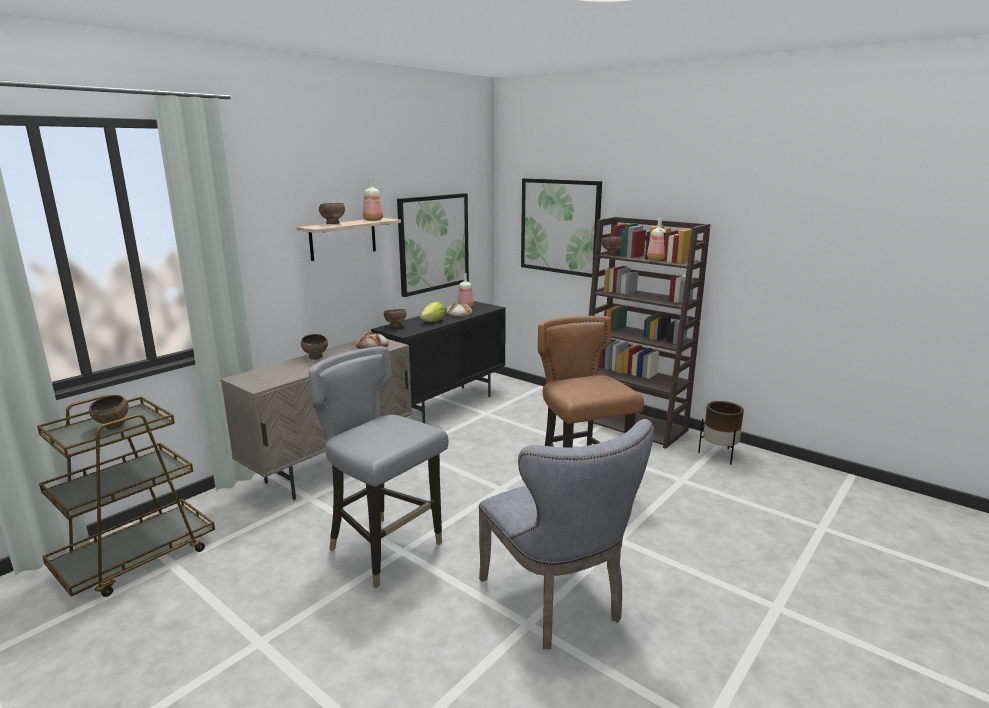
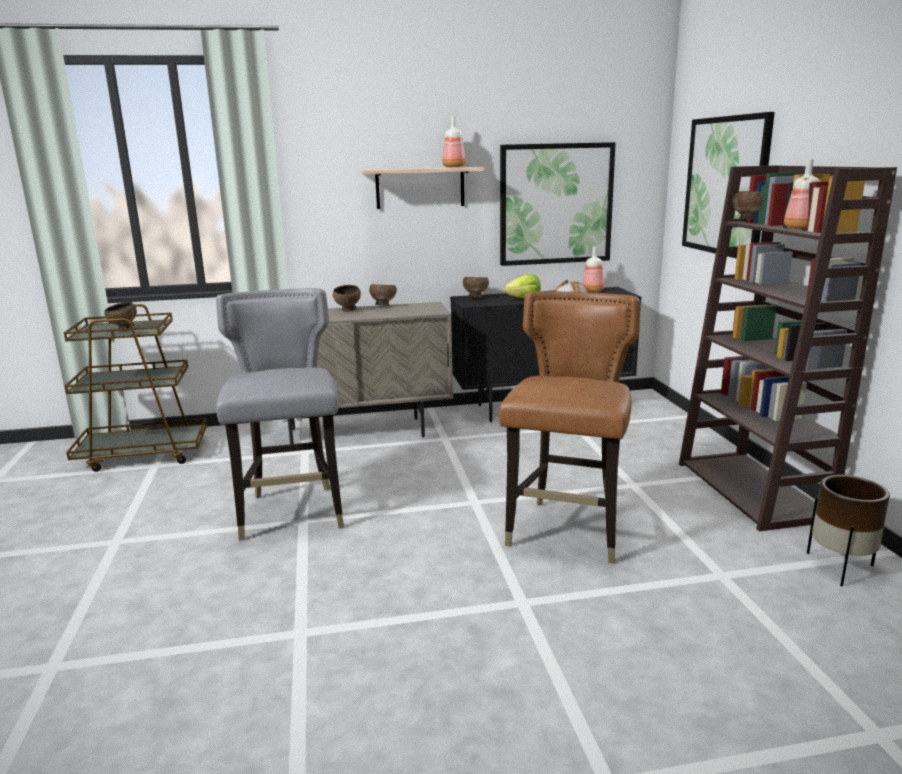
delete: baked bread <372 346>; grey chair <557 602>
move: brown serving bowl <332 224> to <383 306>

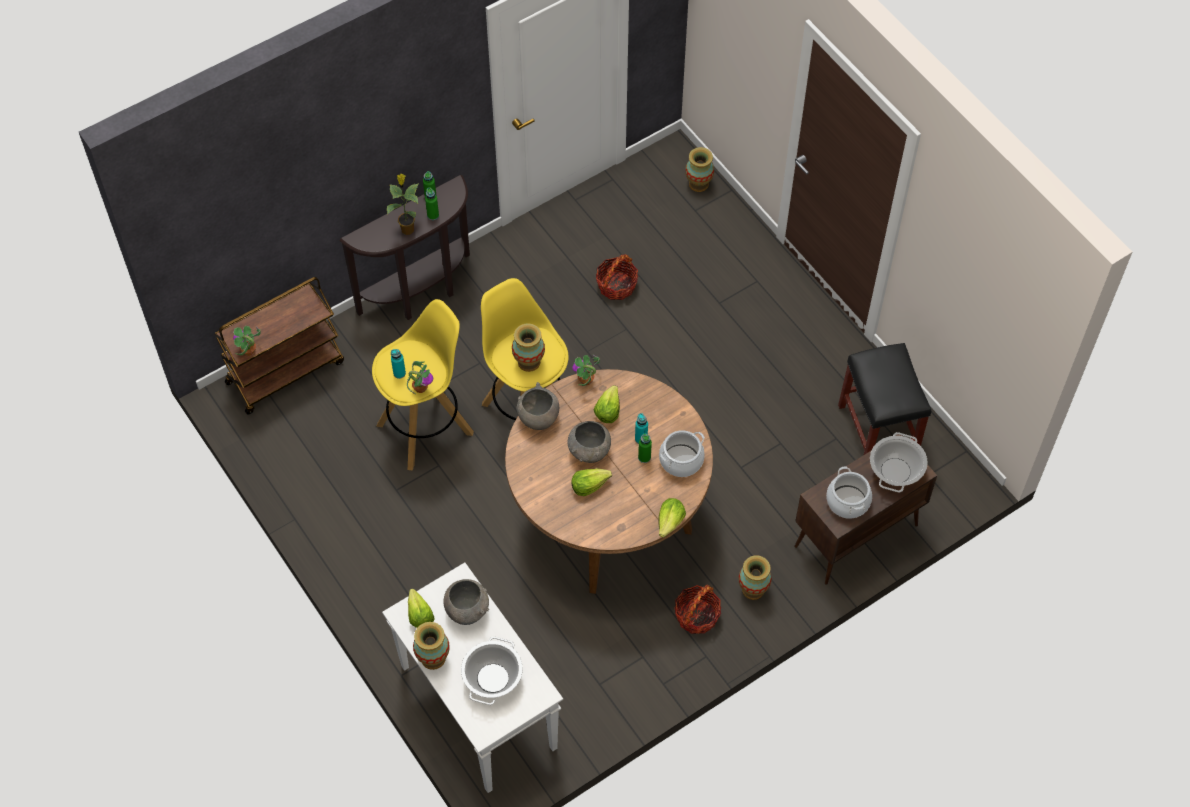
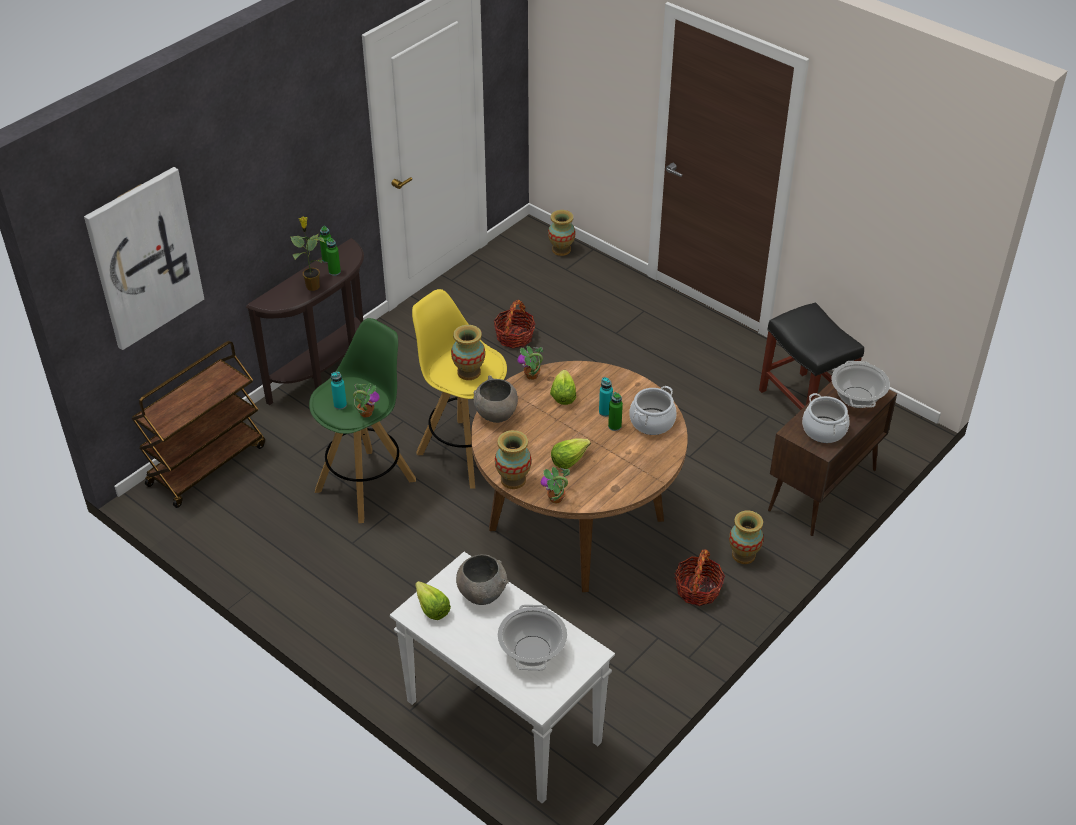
delete: grey serving bowl <589 452>; head of lettuce <670 522>
insert: wall picture <144 258>
move: plant in a pot <249 351> to <556 499>; vase <433 658> to <513 480>
recolor: yellow stool <426 428> to green stool <367 484>

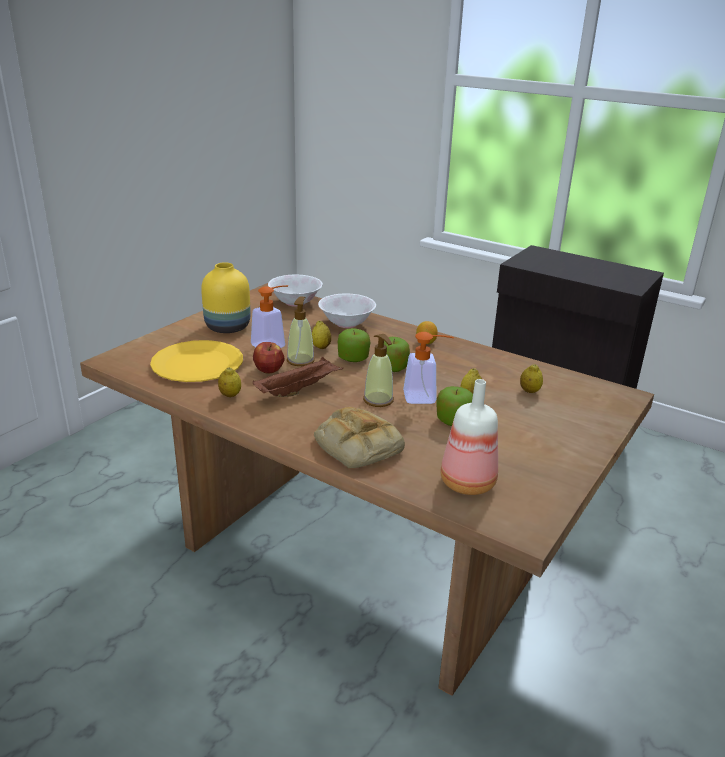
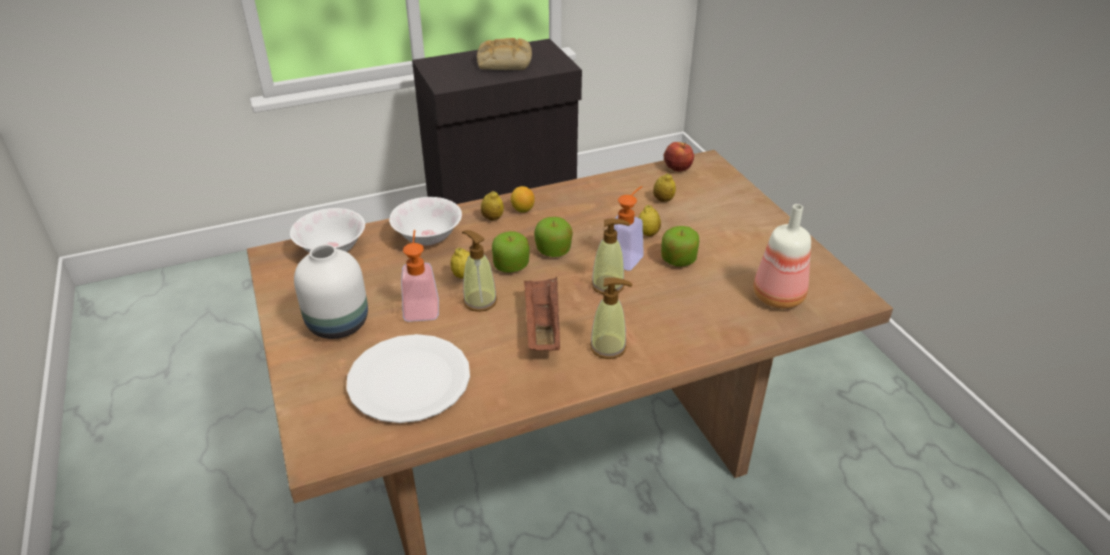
insert: soap bottle <608 347>
move: citrus fruit <230 395> to <492 218>; apple fruit <268 370> to <677 168>; baked bread <356 445> to <504 62>
recolor: yellow flat dish <197 364> to white flat dish <409 380>; yellow vase <228 328> to white vase <340 324>

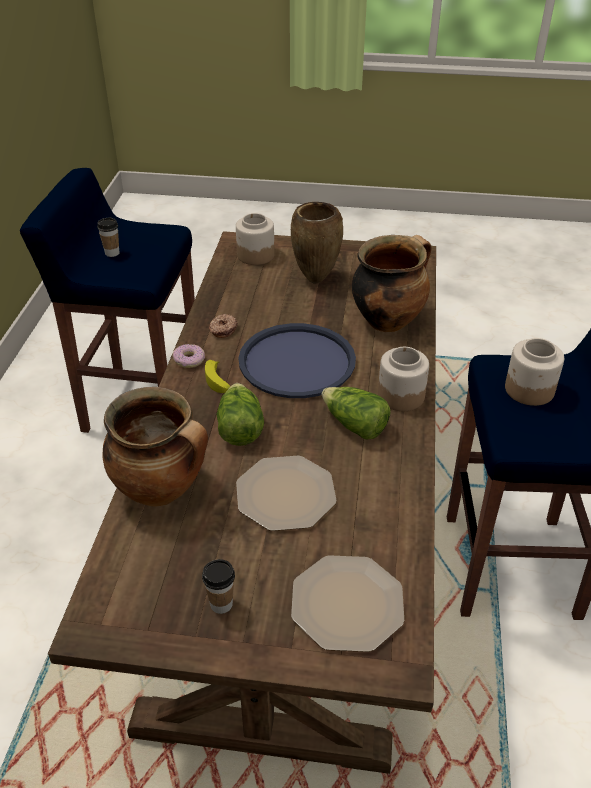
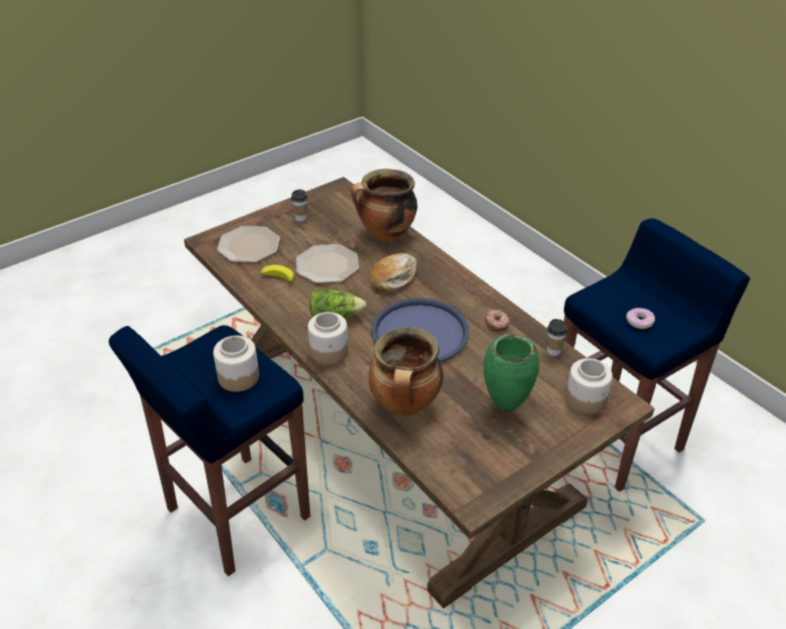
move: drinking cup <112 253> to <553 351>; donut <189 360> to <639 322>; banana <219 382> to <277 278>
replace: head of lettuce <239 428> to baked bread <393 278>
recolor: brown vase <315 281> to green vase <505 406>

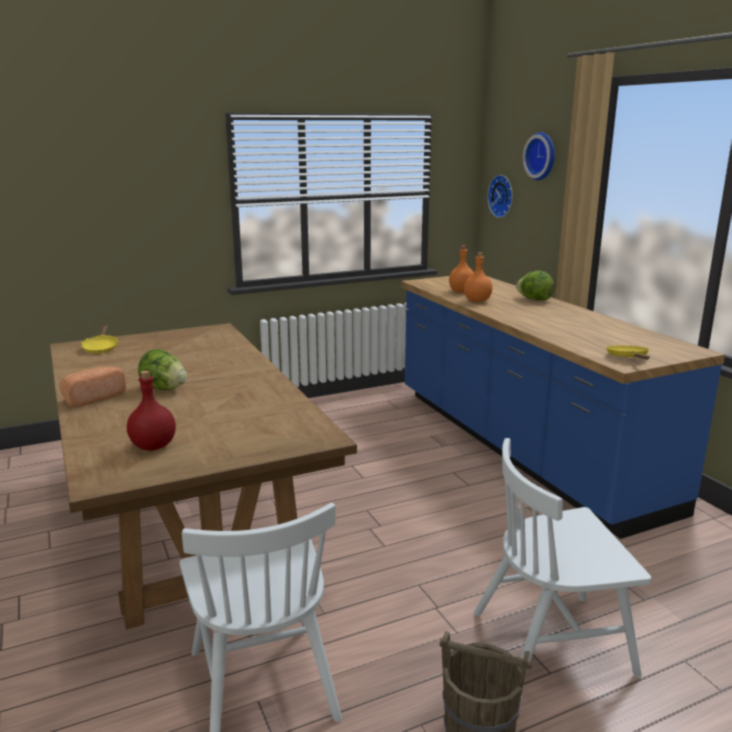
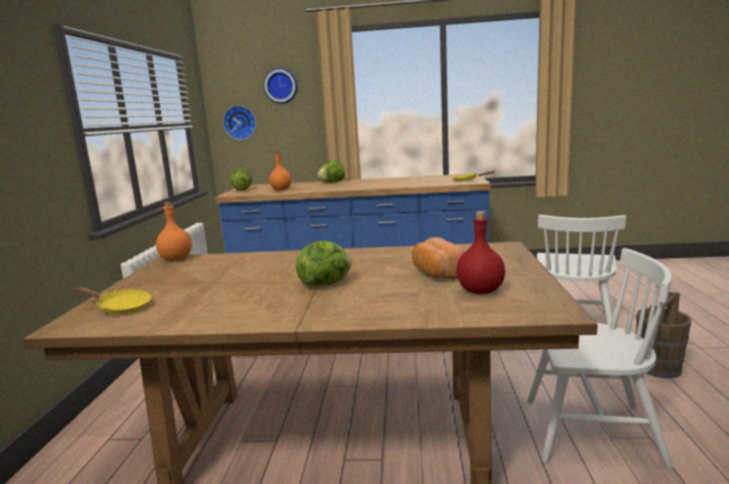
insert: head of lettuce <242 190>
move: baked bread <92 398> to <436 274>; orange bottle <477 301> to <176 259>

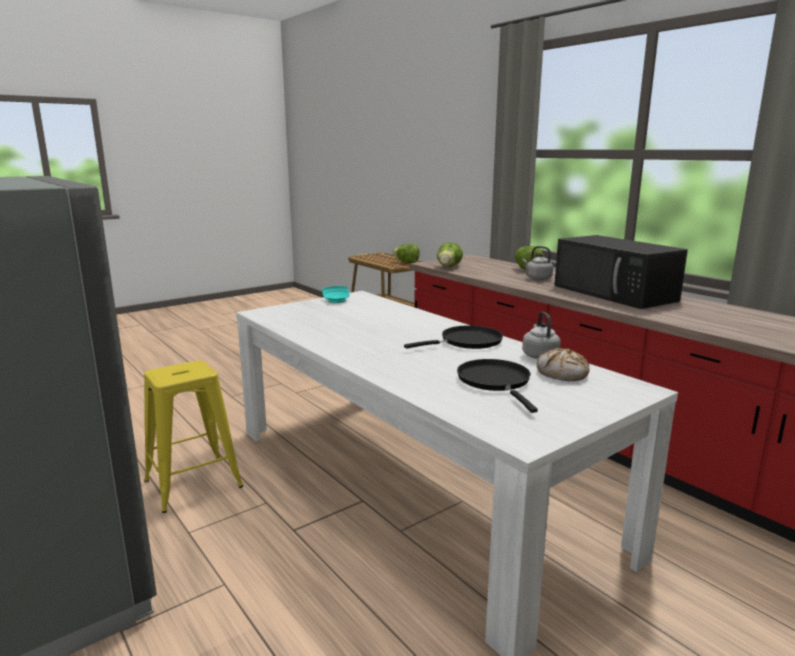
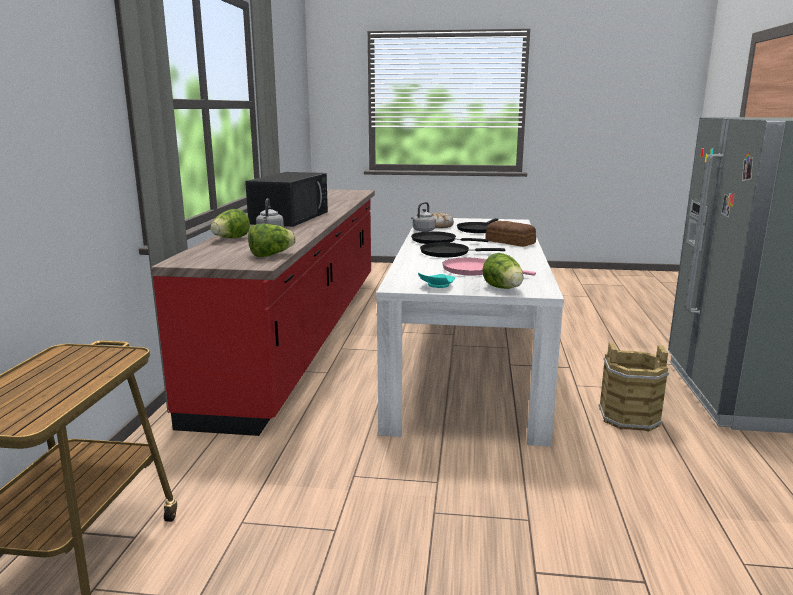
insert: blackish frying pan <448 253>; pink frying pan <474 270>; baked bread <510 242>
move: head of lettuce <406 262> to <503 289>
replace: yellow stool <193 484> to brown bucket <629 417>

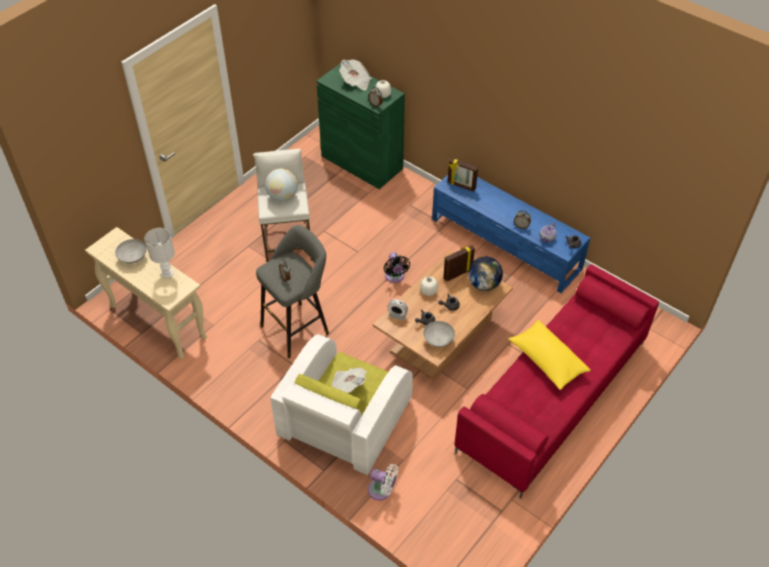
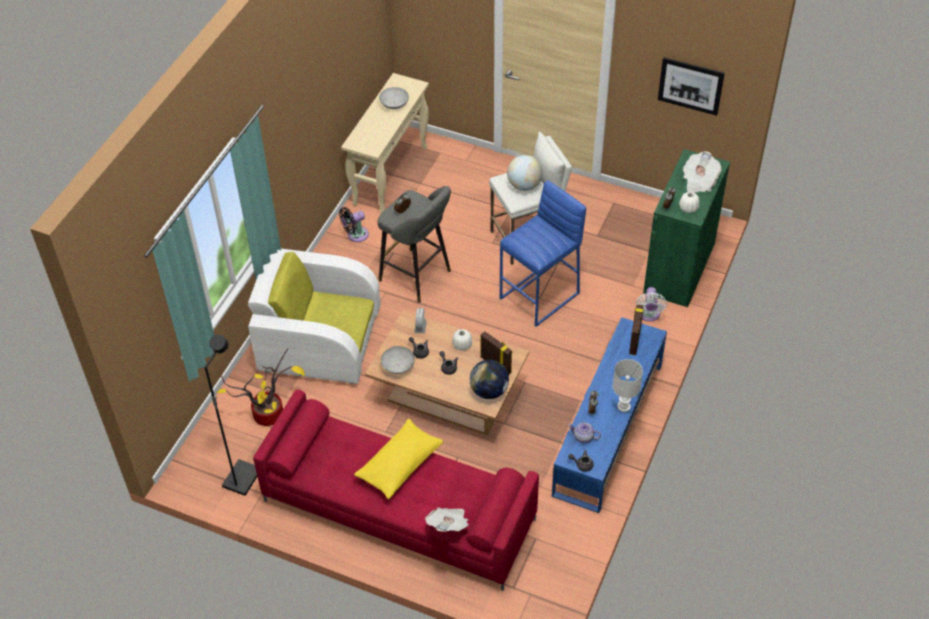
insert: blackish standing lamp <241 478>; plant in a pot <269 412>; blue stool <540 296>; wall picture <690 86>
move: white tabletop lamp <167 273> to <624 407>; printed paper <348 385> to <448 525>; white electric fan <382 490> to <648 315>; blackish electric fan <395 277> to <355 235>

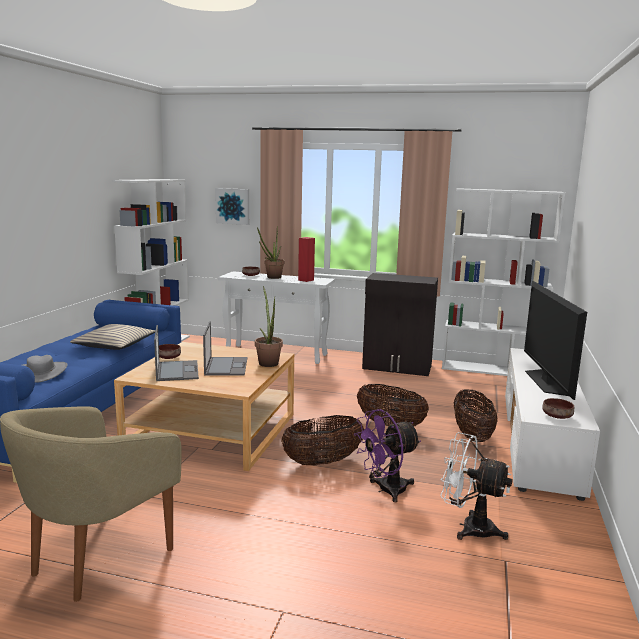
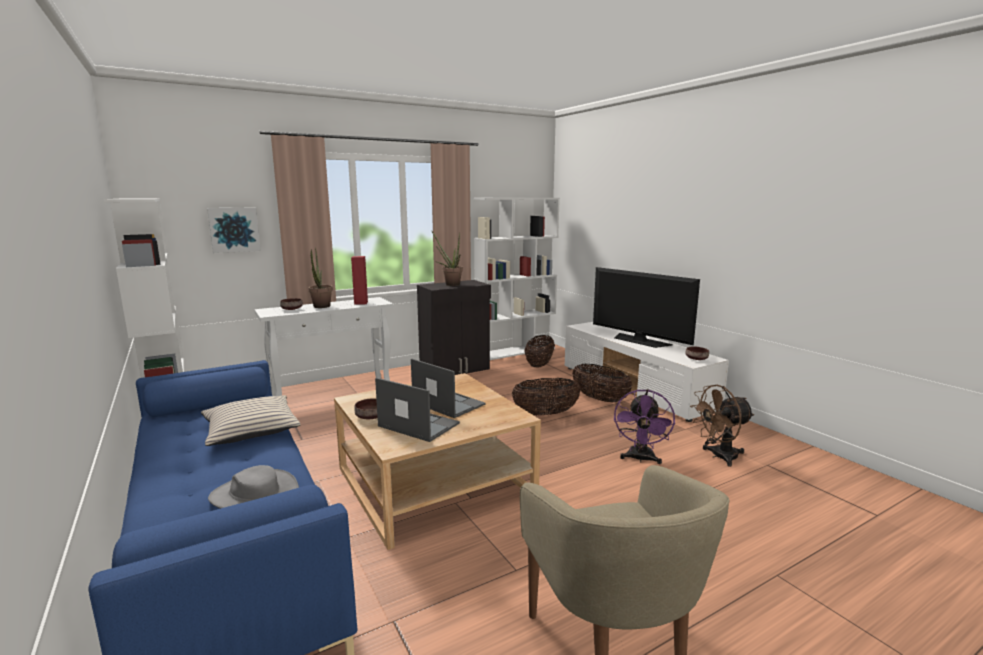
move: plant in a pot <268 362> to <450 284>; household basket <322 462> to <539 365>
recolor: white electric fan <469 527> to brown electric fan <718 456>

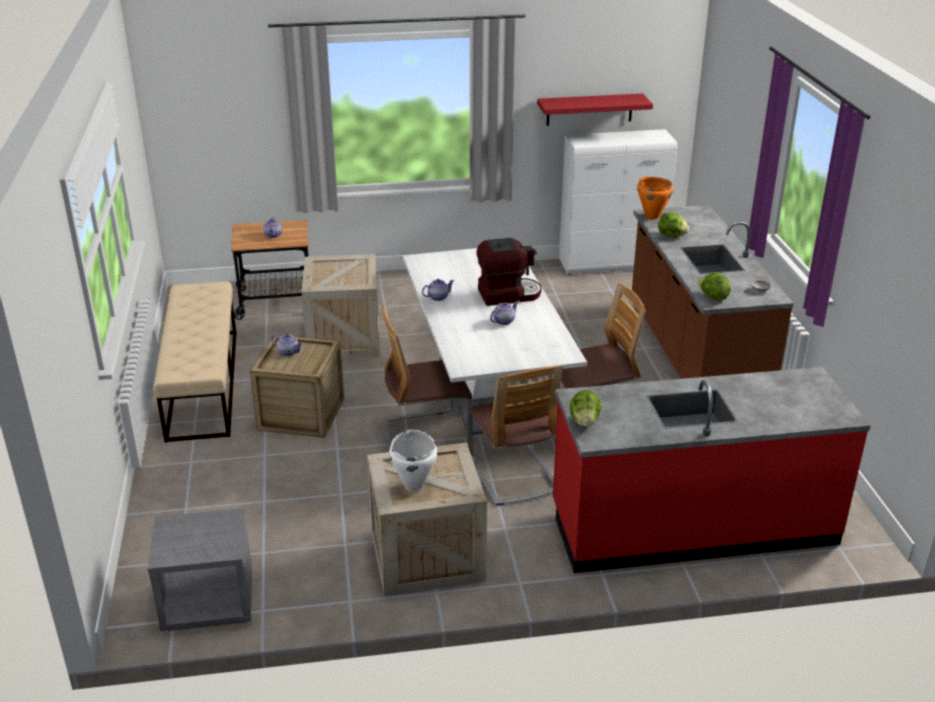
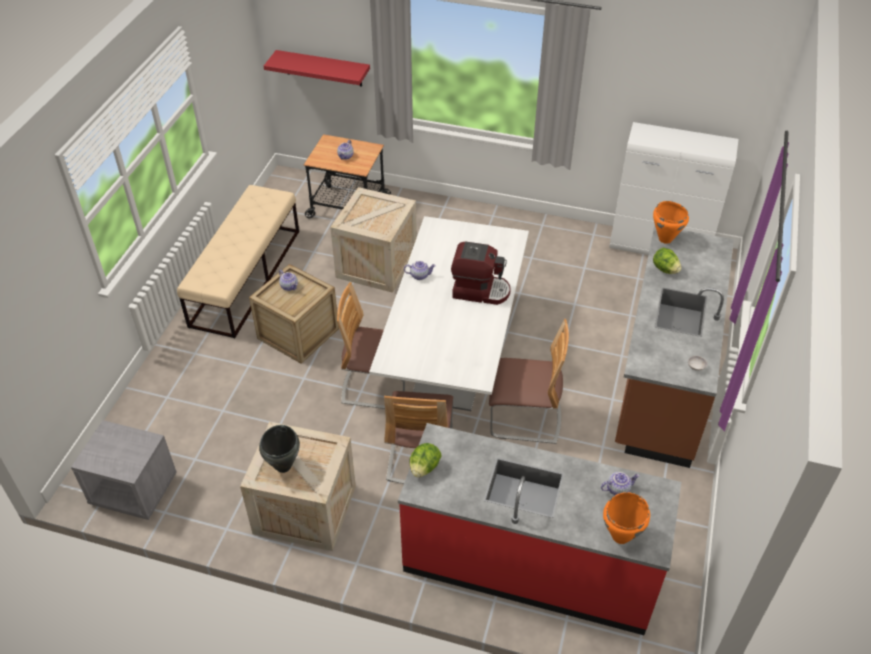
delete: head of lettuce <713 297>
insert: orange stockpot <621 536>
move: pot for tea <503 321> to <618 488>; red-coloured shelf <589 109> to <323 68>
recolor: white stockpot <414 485> to blackish stockpot <284 466>

